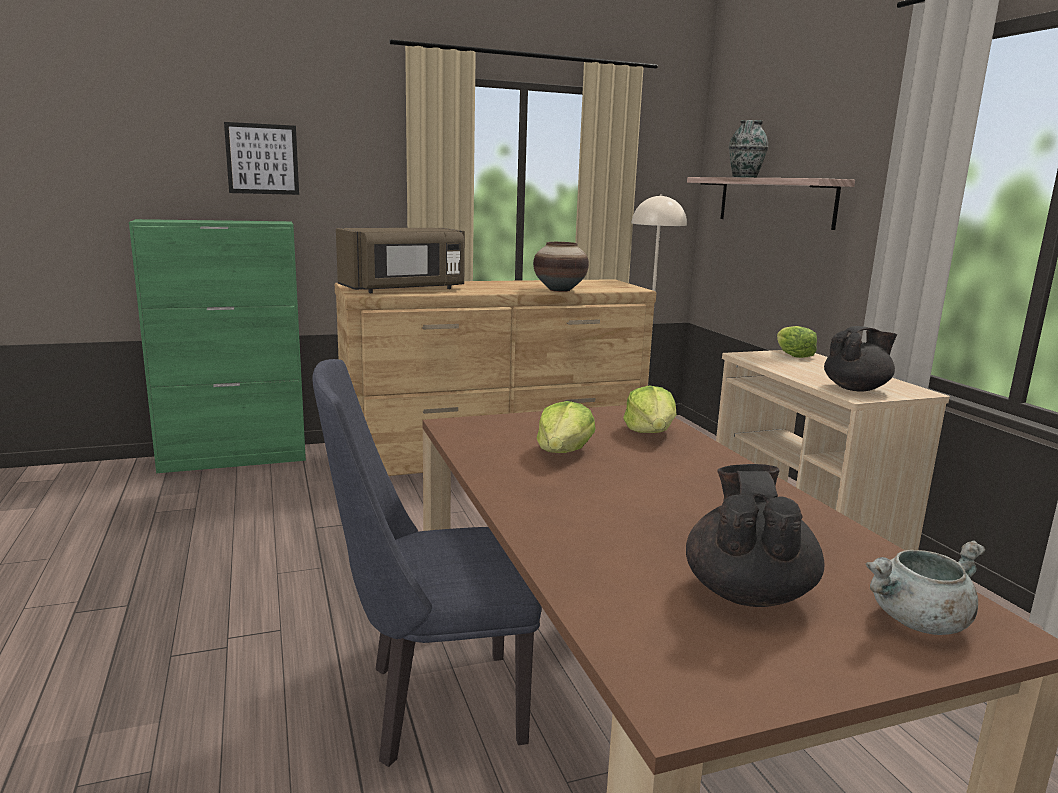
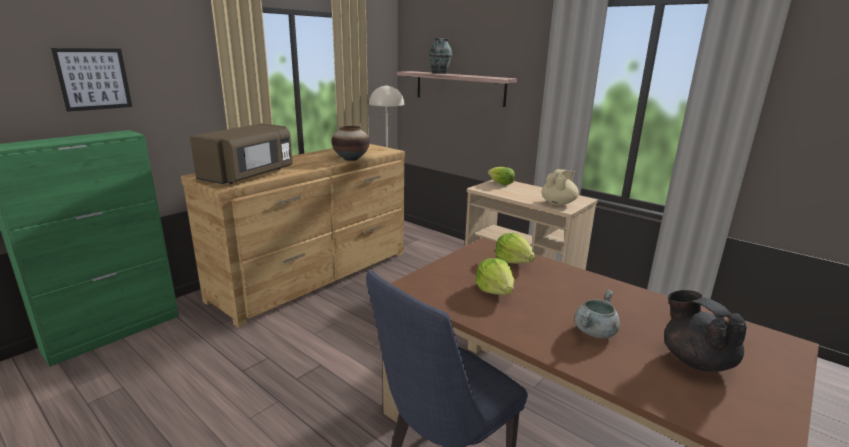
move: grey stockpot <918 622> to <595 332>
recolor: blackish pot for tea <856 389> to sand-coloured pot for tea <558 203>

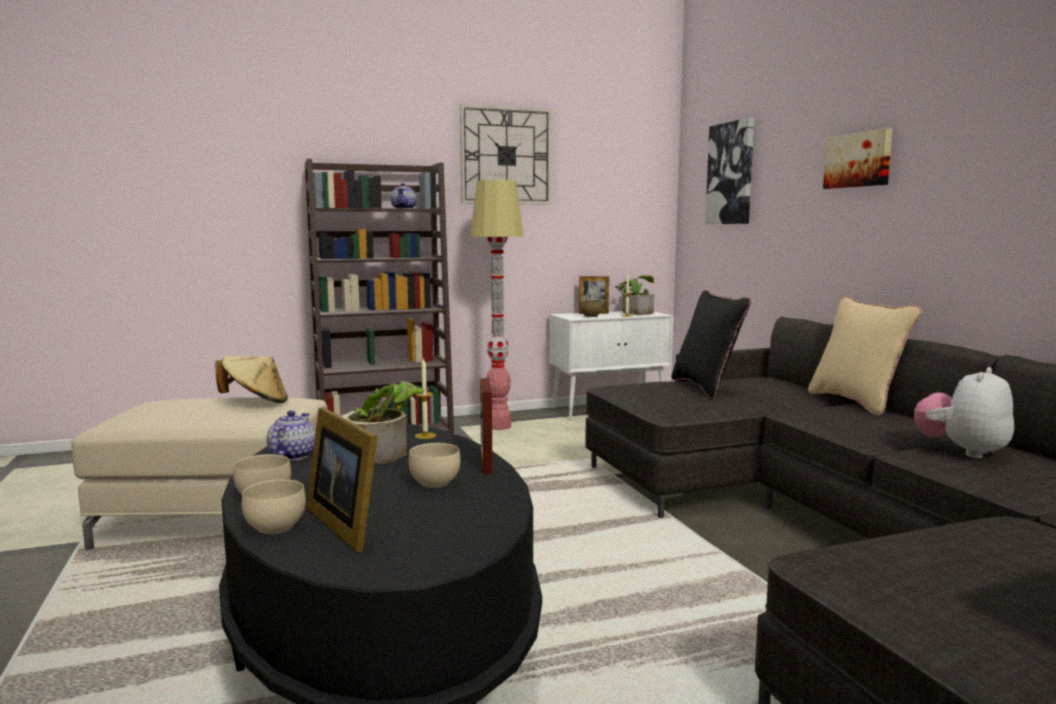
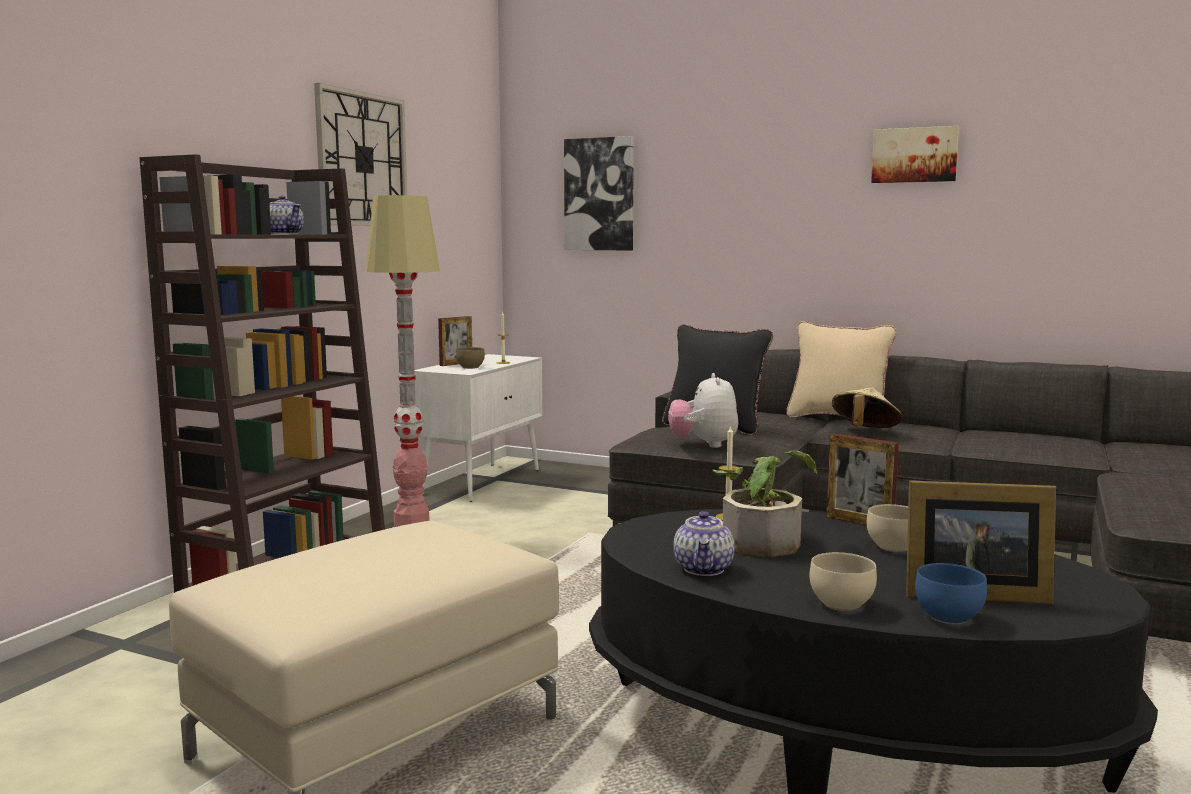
delete: plant in a pot <635 312>
move: sand-coloured wearable hat <256 402> to <864 432>; wall picture <858 160> to <914 155>; soft toy <962 451> to <703 444>
recolor: sand-coloured serving bowl <273 527> to blue serving bowl <946 617>
rotate: pot for tea <292 456> = <704 569> 135 degrees counterclockwise

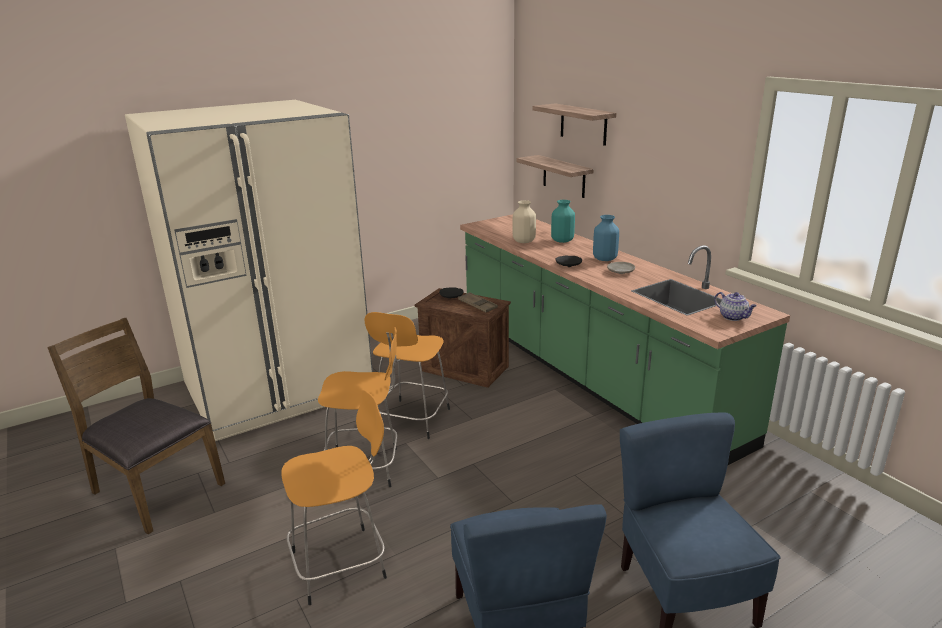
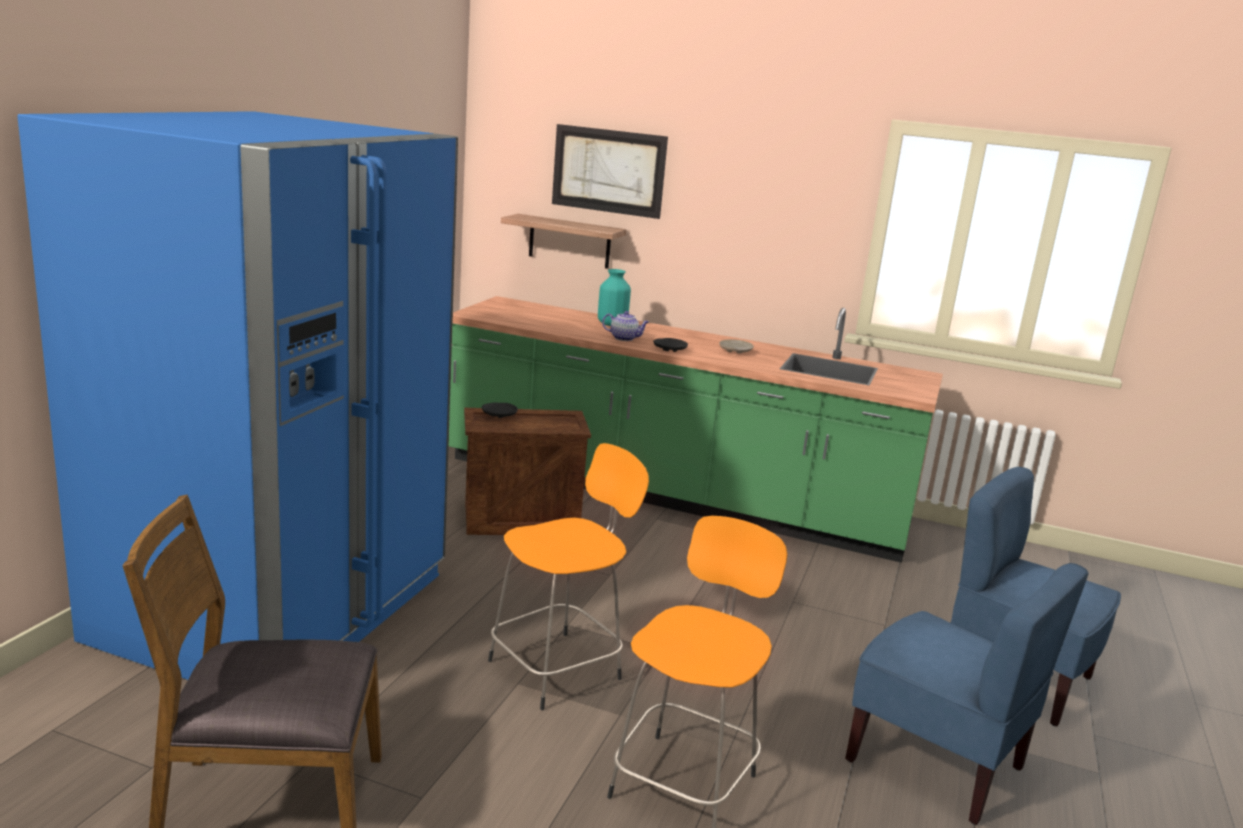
delete: orange stool <412 420>; brown serving tray <477 305>; sand-coloured vase <523 241>; blue vase <605 259>
move: pot for tea <733 317> to <624 338>
replace: shelf <583 124> to wall picture <608 171>
recolor: sand-coloured refrigerator <277 389> to blue refrigerator <274 608>

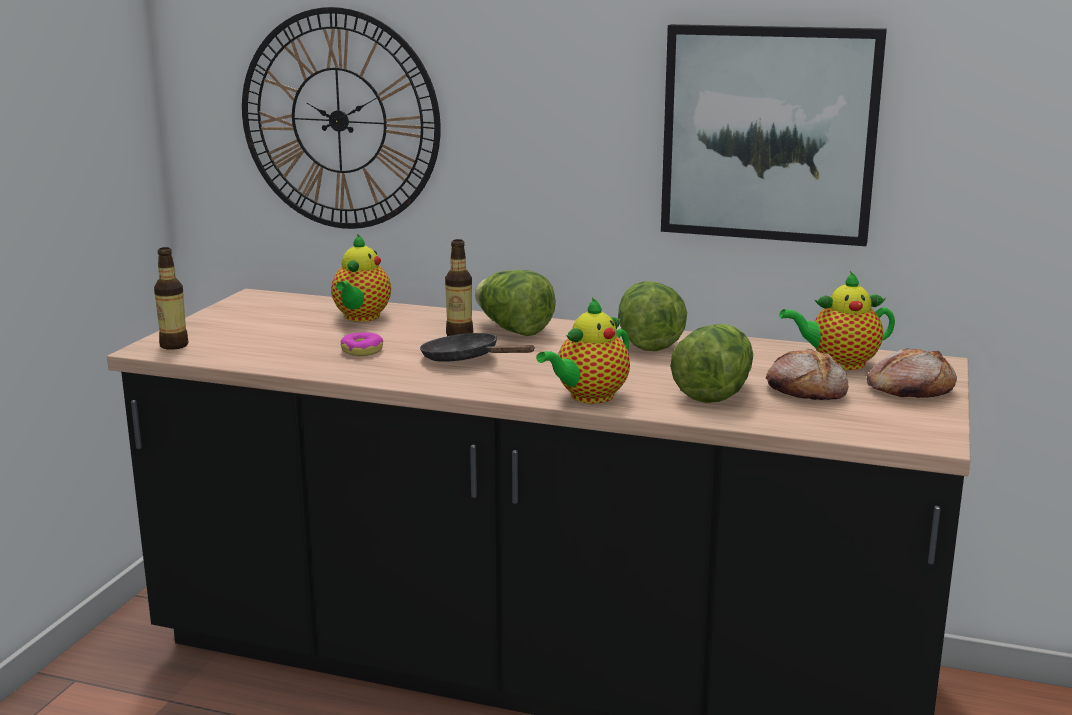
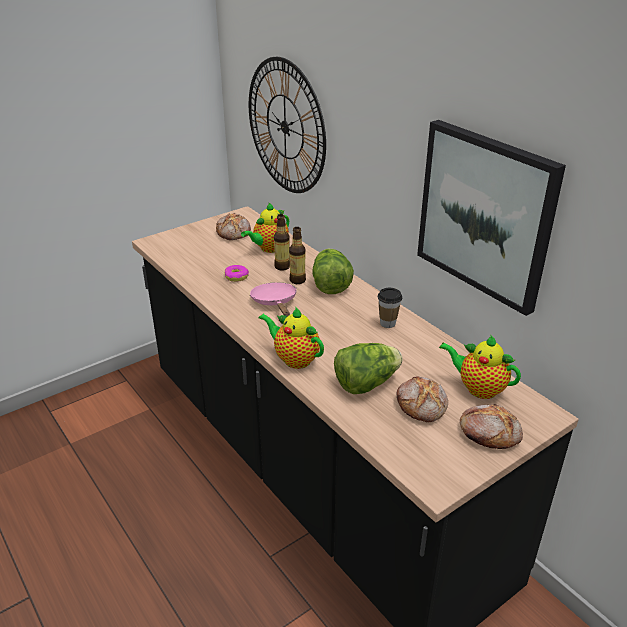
insert: baked bread <234 233>
move: bottle <174 345> to <282 267>
replace: head of lettuce <647 342> to drinking cup <388 323>
recolor: blackish frying pan <466 360> to pink frying pan <275 302>
rotate: pot for tea <588 397> = <294 359> 45 degrees clockwise

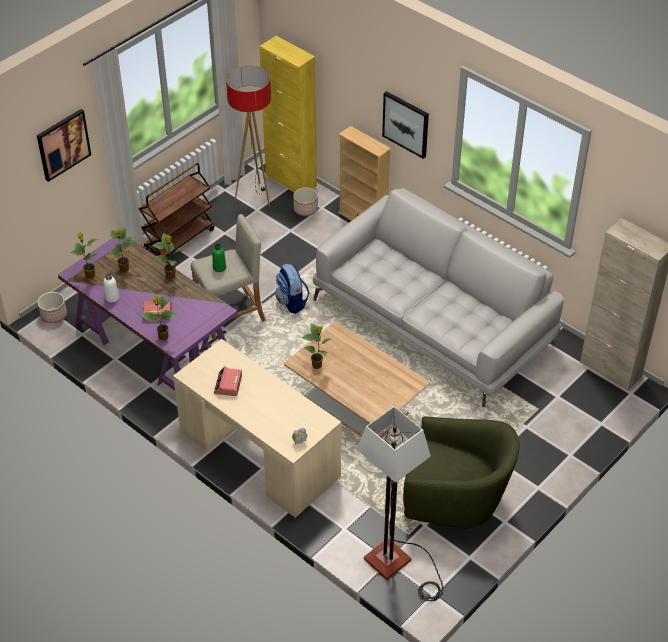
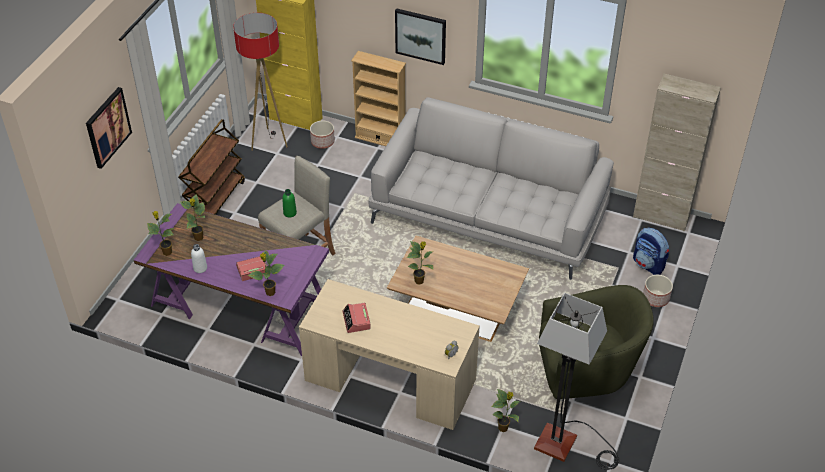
move: planter <54 315> to <656 298>; plant in a pot <171 276> to <503 428>; backpack <292 302> to <648 264>

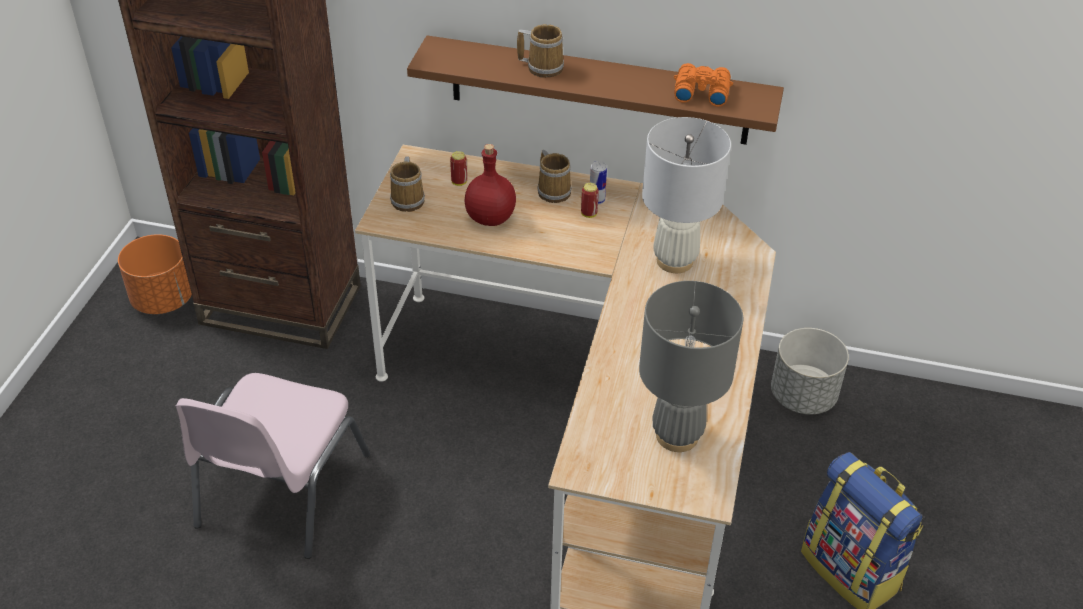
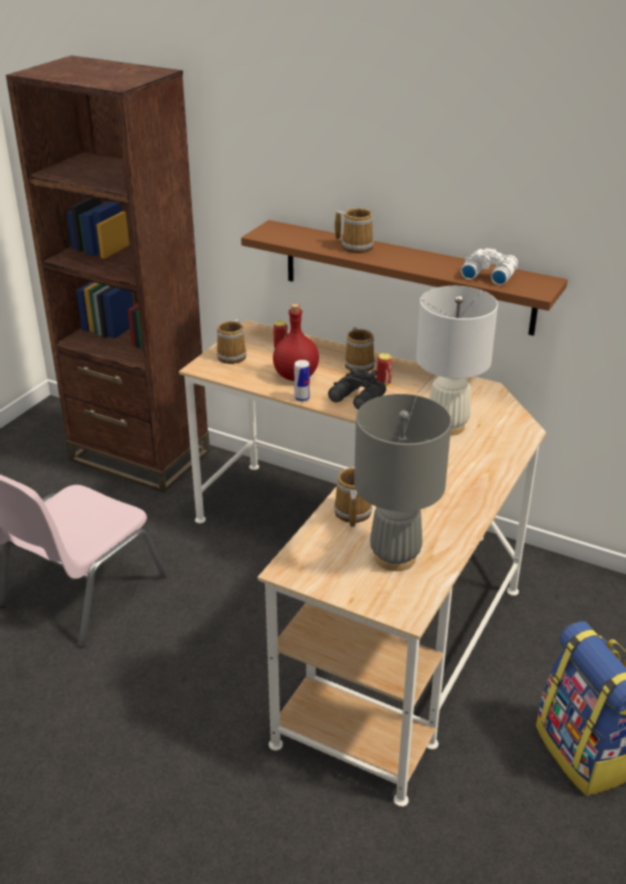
delete: orange planter <163 299>; grey planter <803 396>
insert: blackish field glasses <357 399>; mug <351 513>
move: can <597 200> to <302 398>
recolor: orange field glasses <700 92> to white field glasses <488 274>

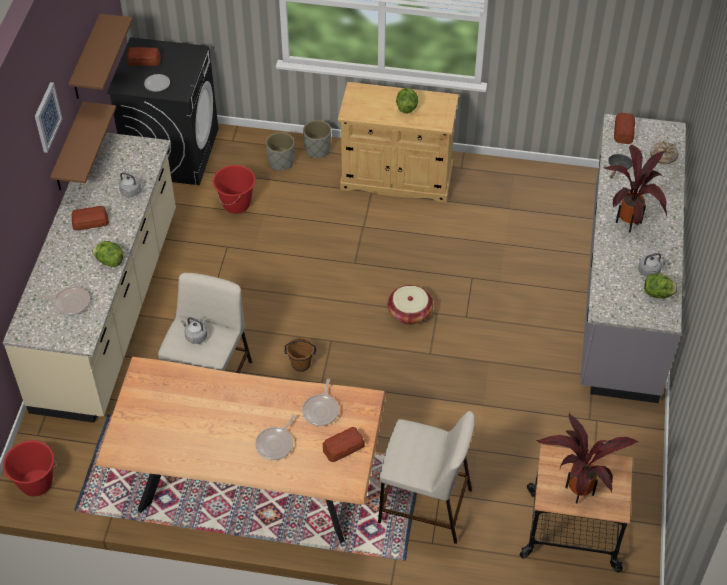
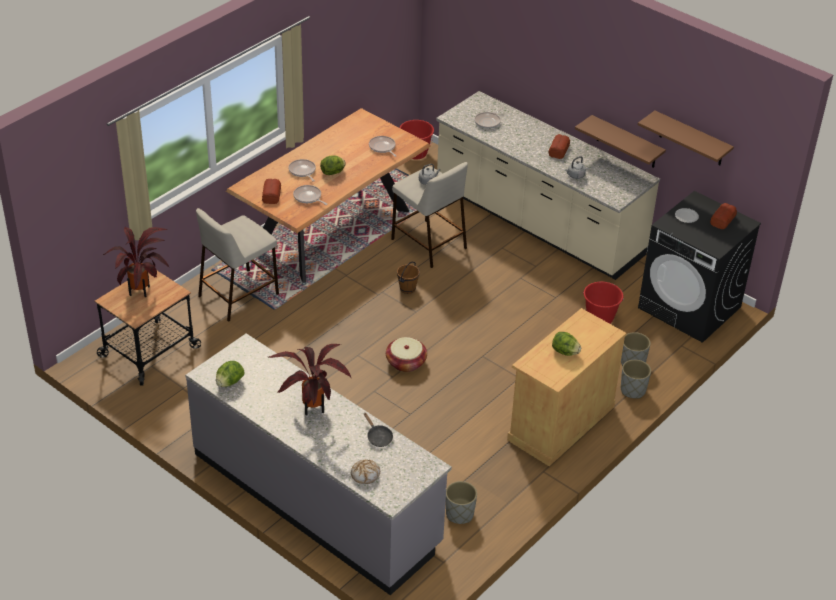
delete: wall picture <47 117>; baked bread <623 132>; grey water kettle <650 271>
insert: frying pan <382 147>; grey planter <459 514>
move: head of lettuce <109 261> to <333 172>

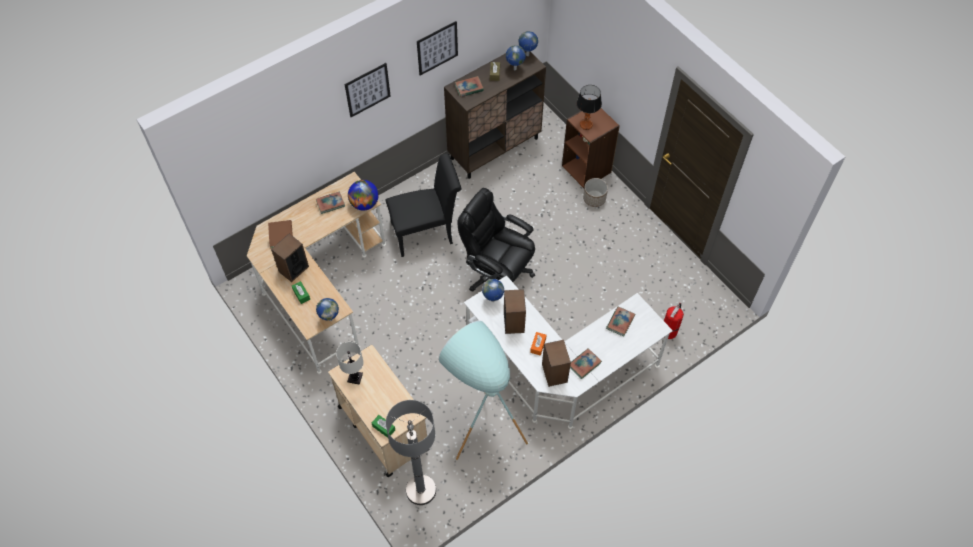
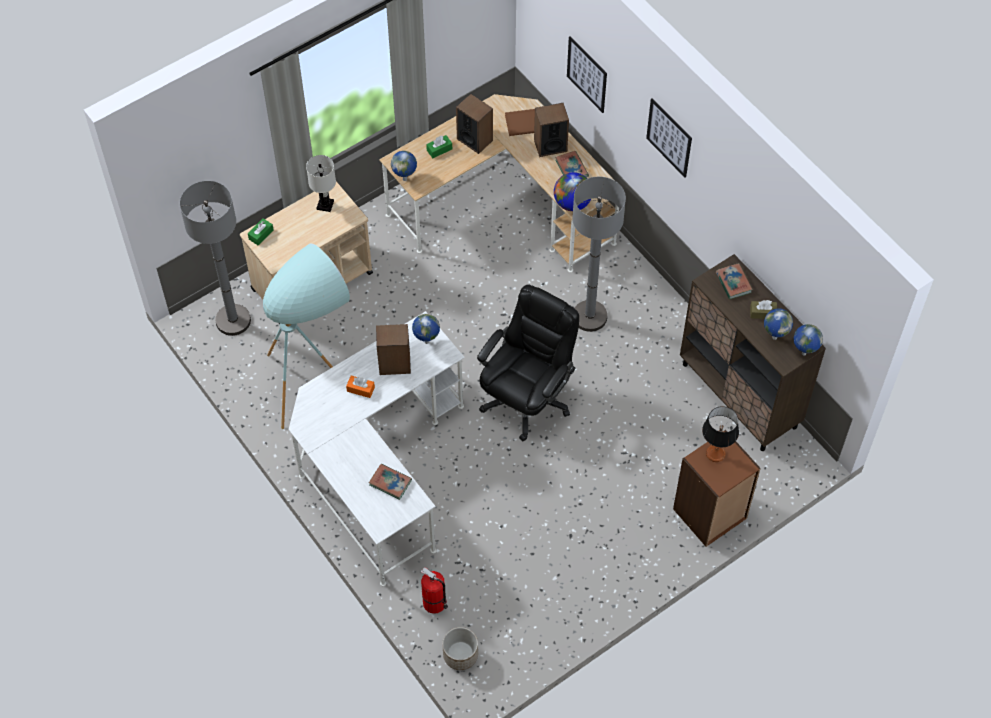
delete: volume <584 364>
move: wall picture <437 48> to <587 74>; loudspeaker <554 373> to <550 145>; planter <594 198> to <460 655>
replace: blackish chair <426 232> to grey standing lamp <589 316>

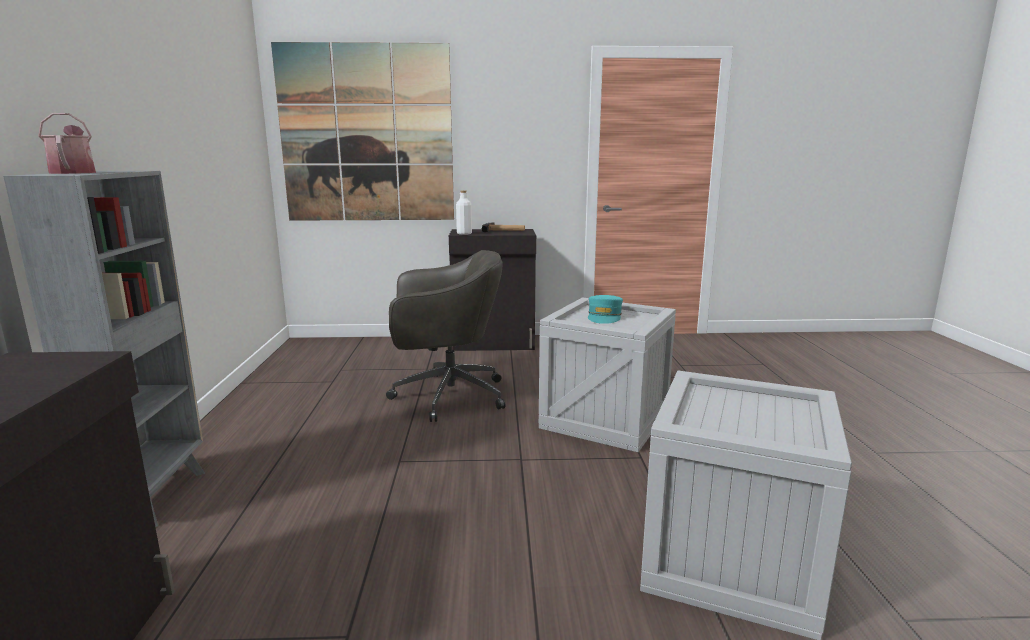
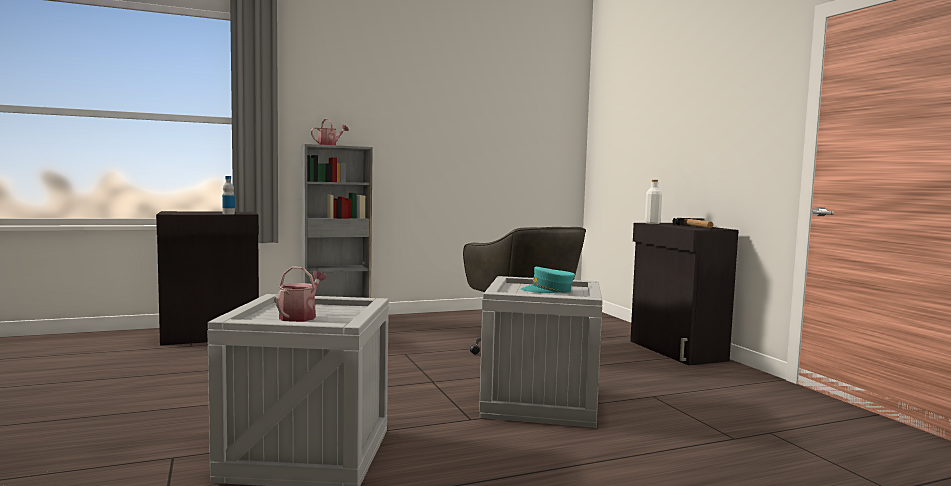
delete: wall picture <367 134>
insert: bottle <228 213>; watering pot <300 316>

